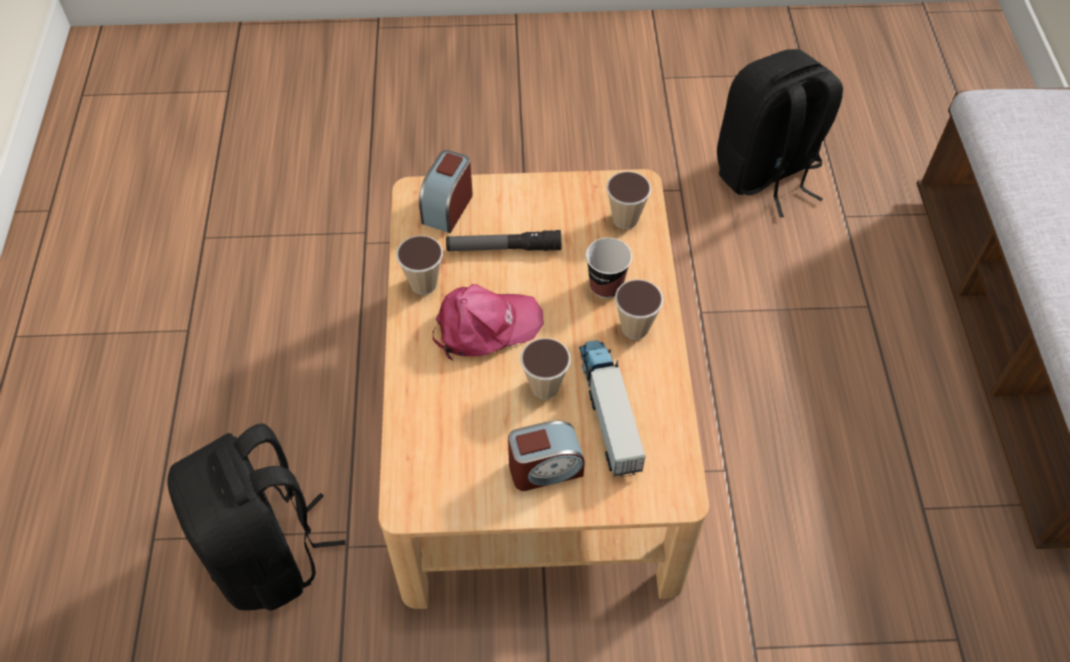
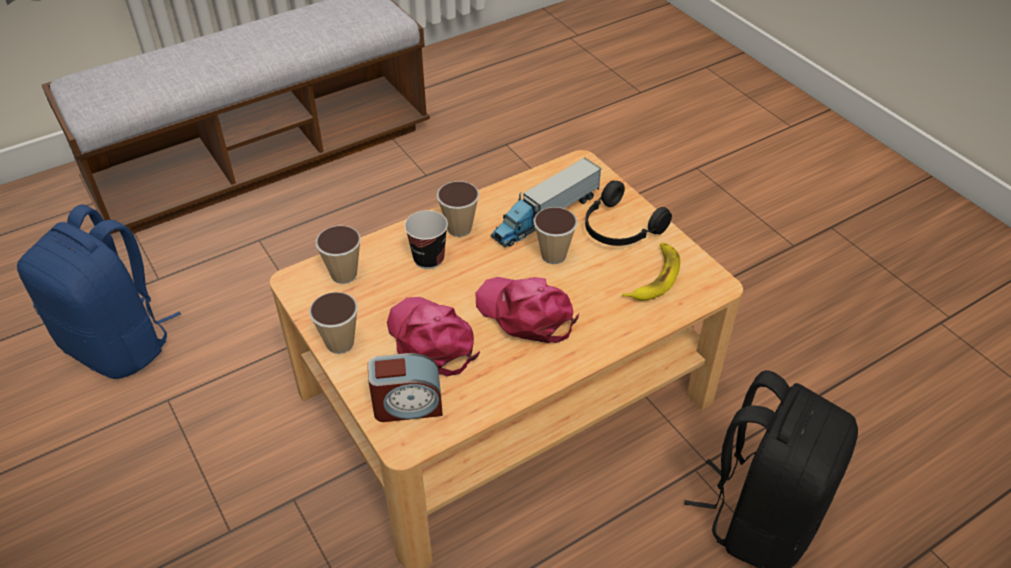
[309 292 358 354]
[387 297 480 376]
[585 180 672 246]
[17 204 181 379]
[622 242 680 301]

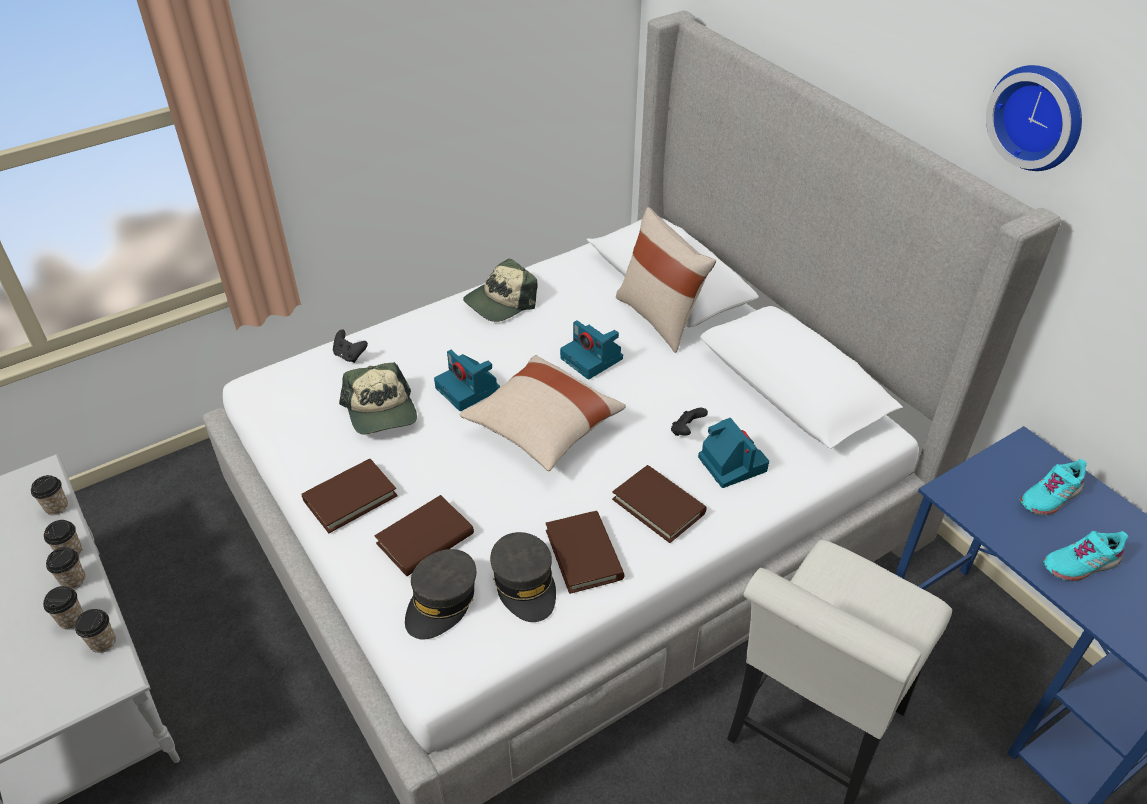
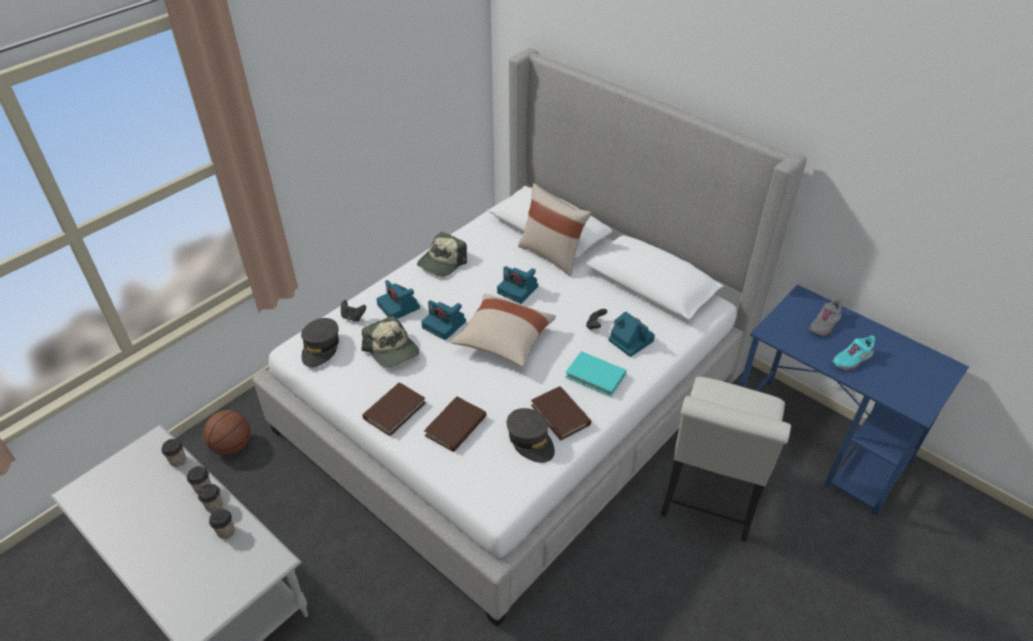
[75 609 115 653] (first image)
[301 318 339 367]
[565 351 626 397]
[986 65 1082 171] (first image)
[809 298 842 336]
[203 410 250 455]
[376 280 420 319]

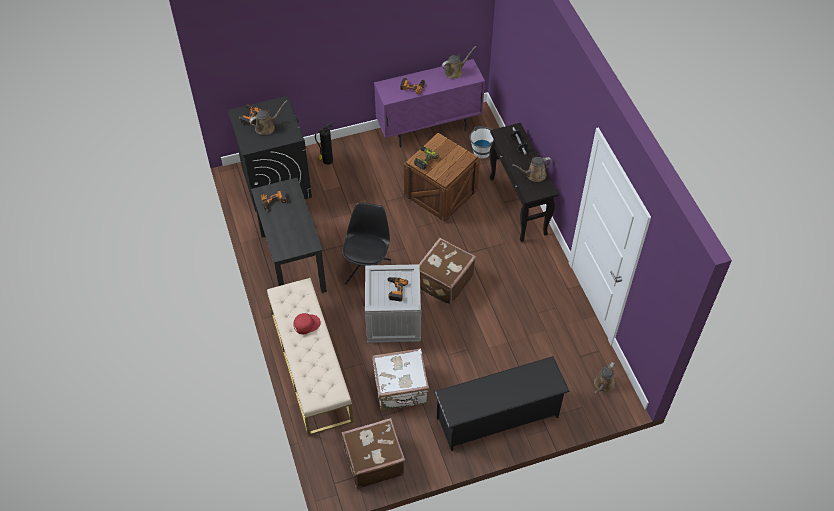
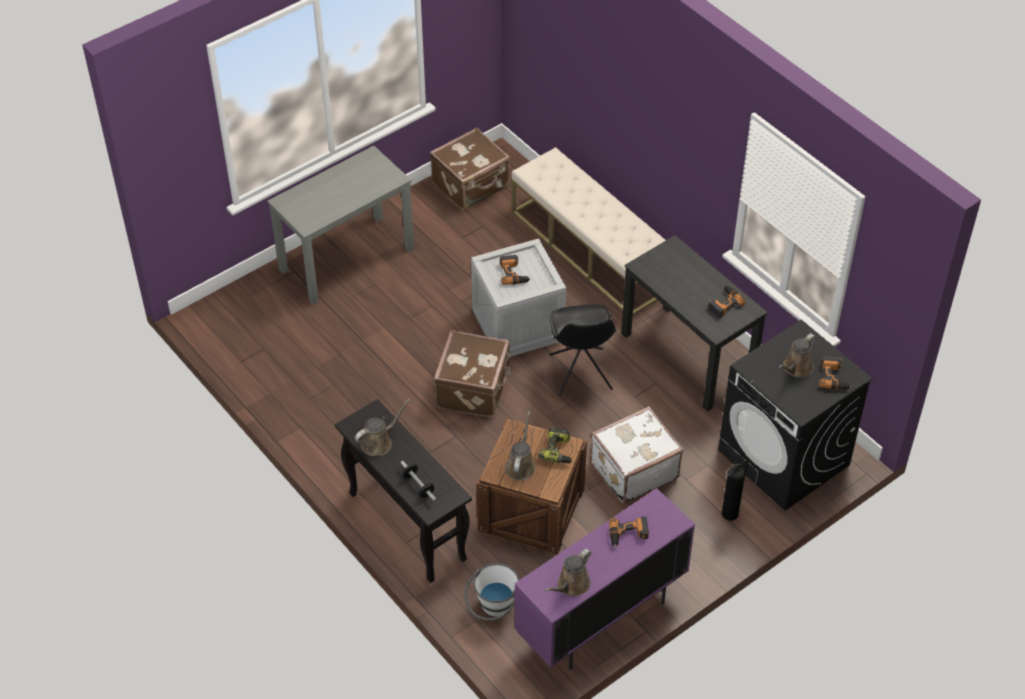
[293 313 321 334] (first image)
[591 406 683 503]
[267 145 414 305]
[505 411 535 481]

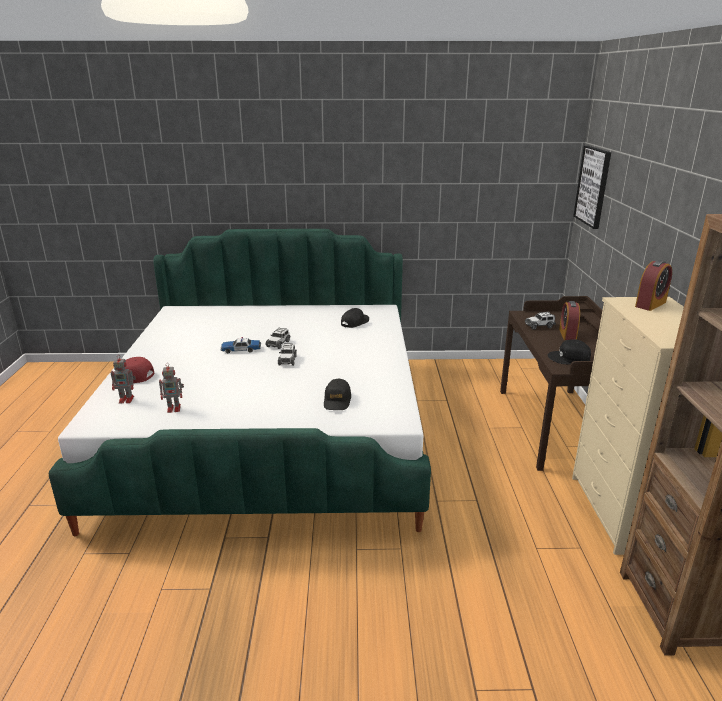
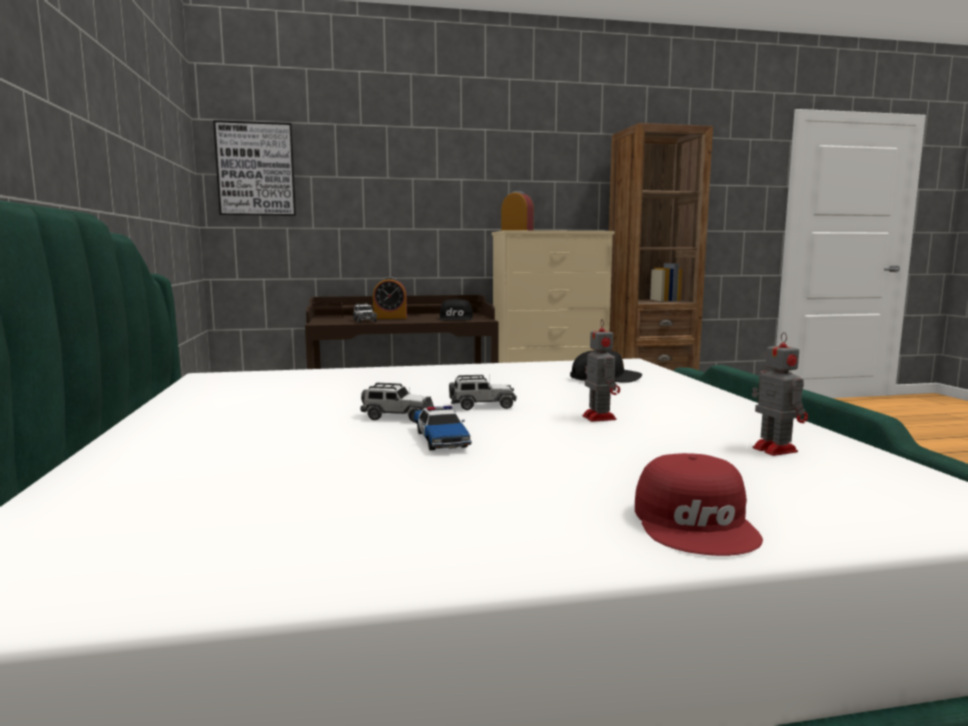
[582 319 620 422]
[341 308 369 328] (first image)

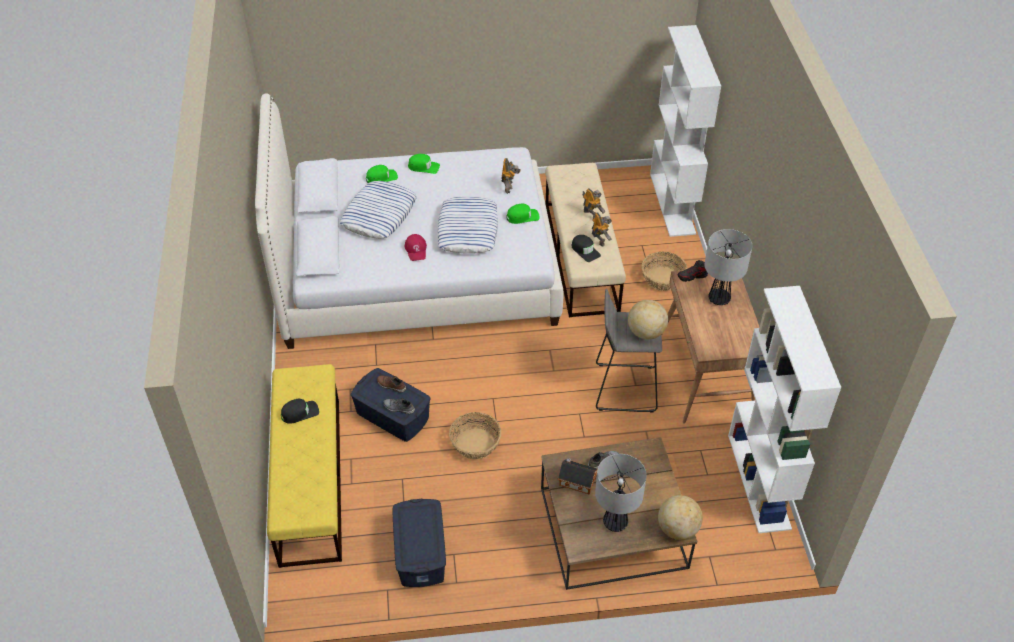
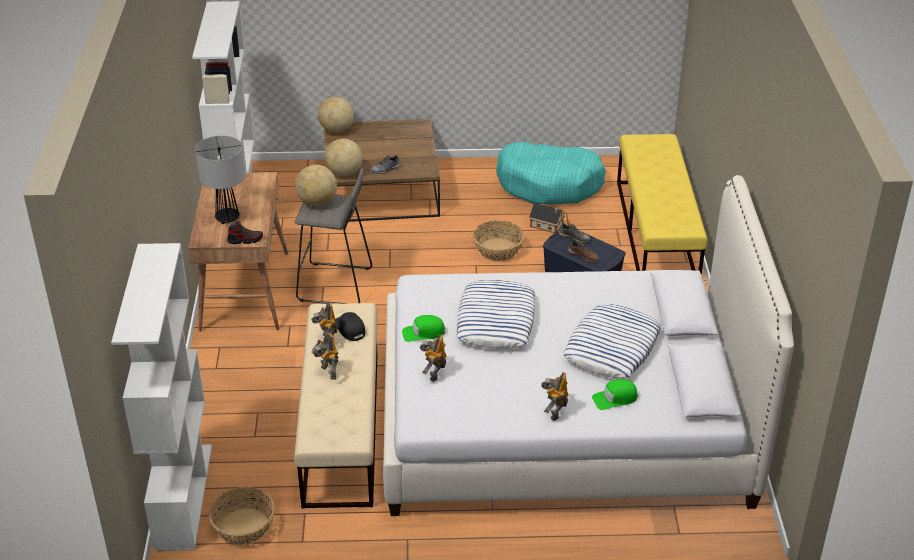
[281 399 319 424] (first image)
[496 142 606 205]
[405 234 427 261] (first image)
[541 372 568 421]
[529 203 565 233]
[595 454 647 532] (first image)
[208 487 275 545]
[324 138 363 177]

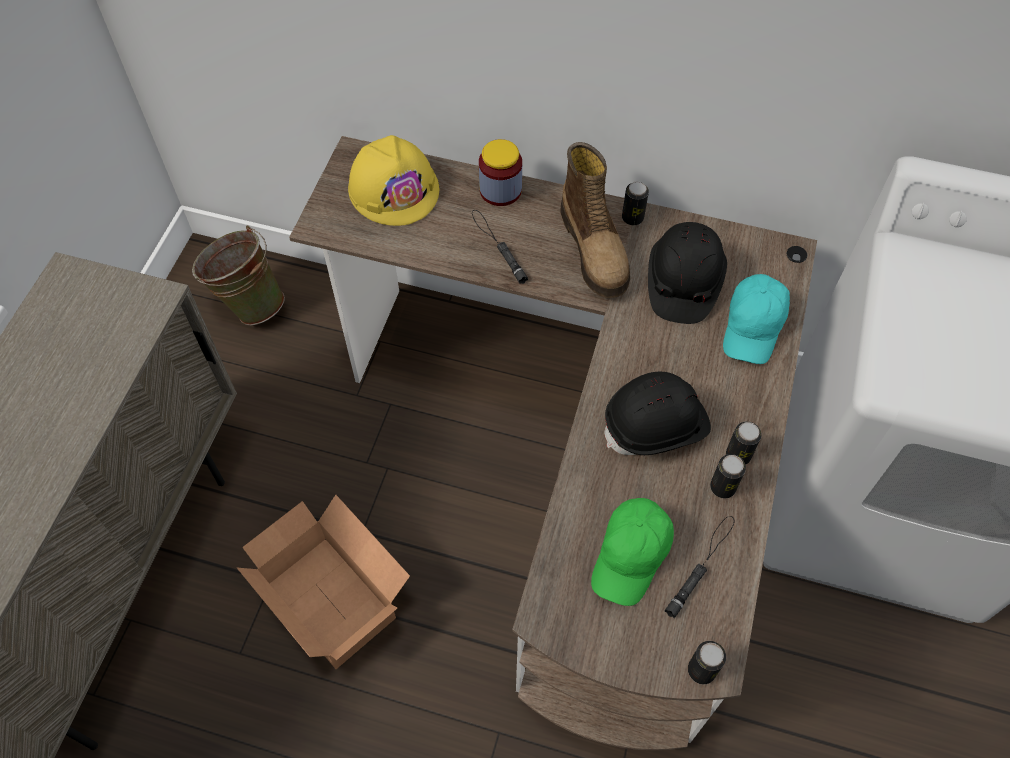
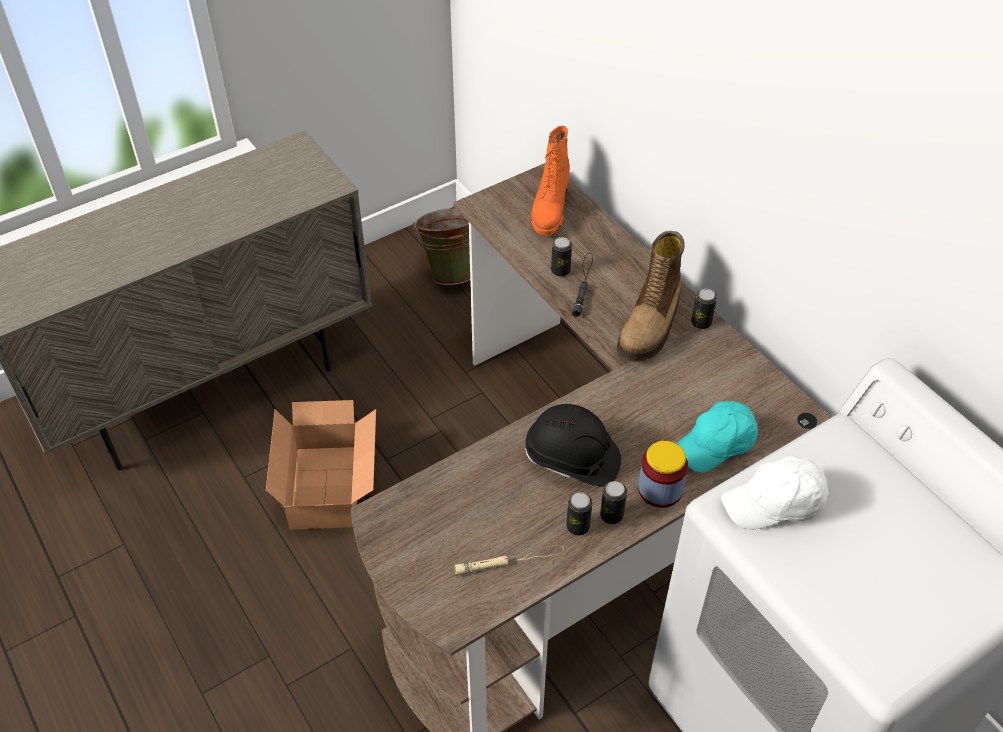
[531 126 570 236]
[638 441 688 508]
[591 498 674 606] (first image)
[648 222 727 324] (first image)
[454 545 564 576]
[551 237 572 277]
[721 455 828 530]

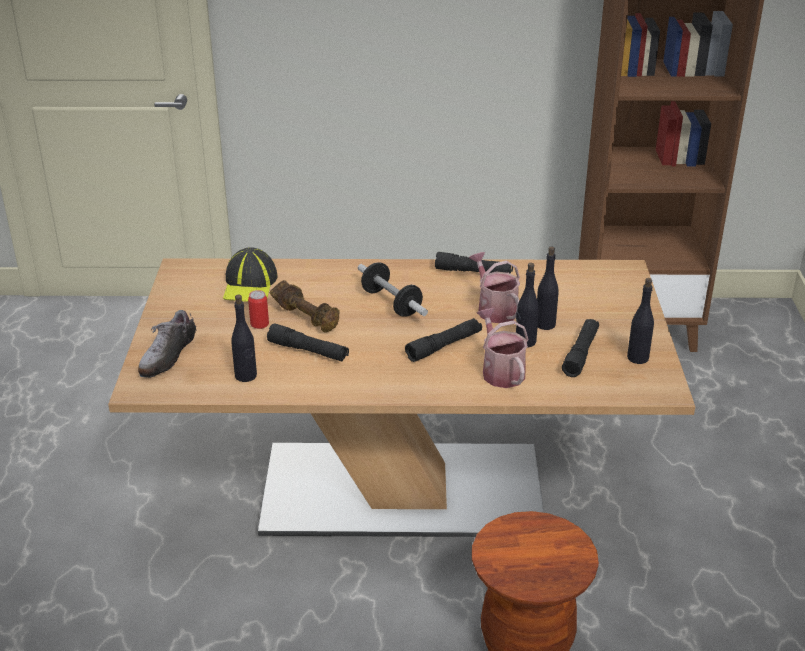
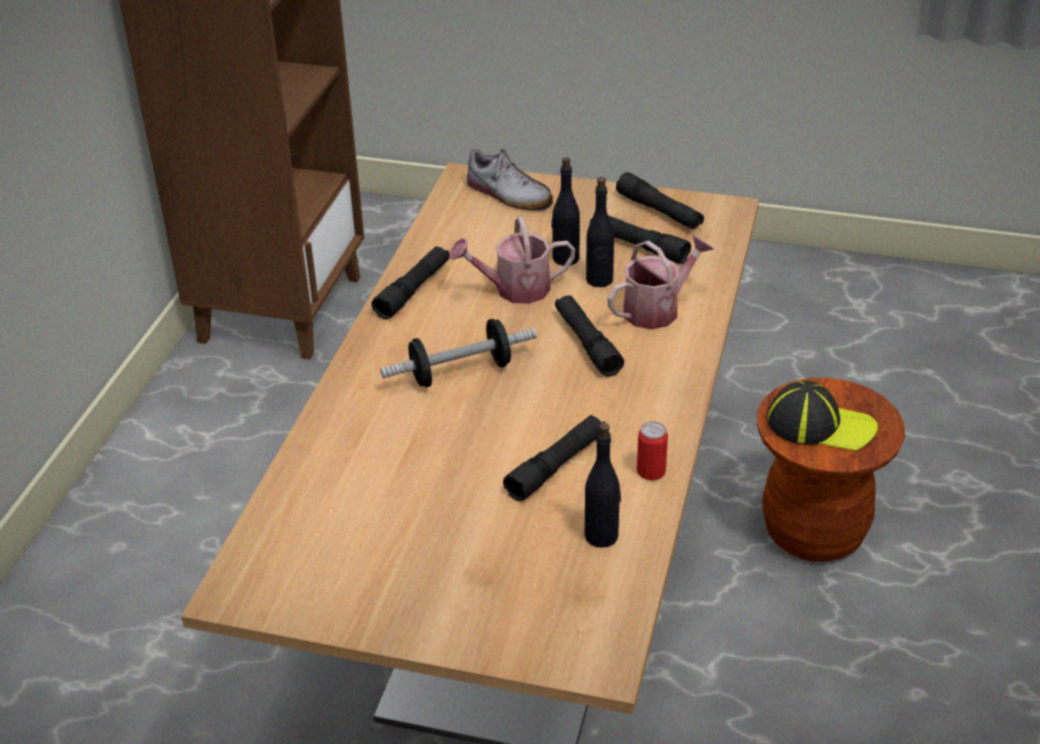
[467 149 553 211]
[767 381 878 451]
[637 421 668 480]
[269 280 340 332] (first image)
[607 235 714 329]
[616 172 704 230]

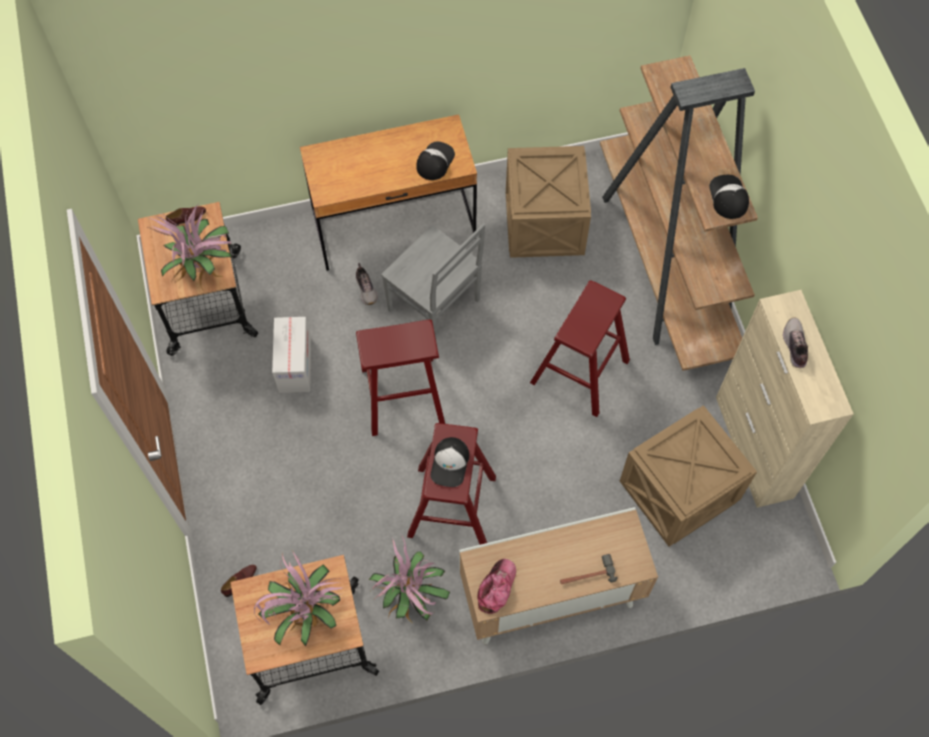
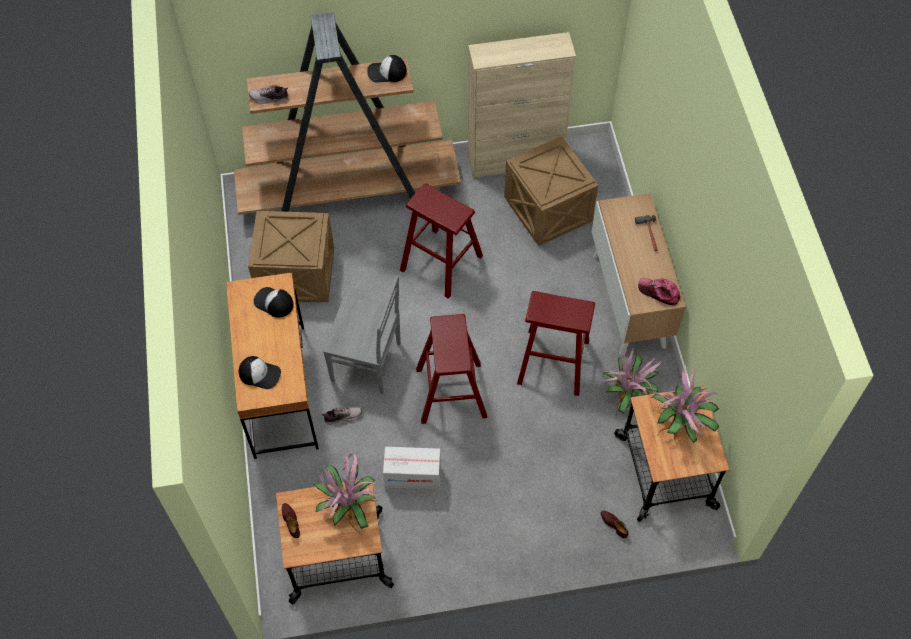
[323 275 401 394]
[239 356 281 389]
[249 85 289 104]

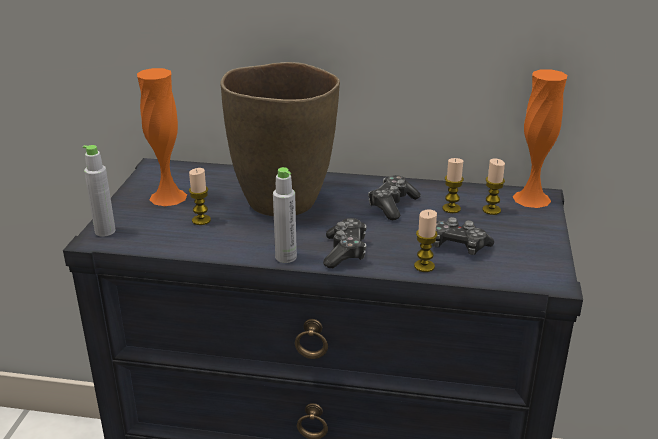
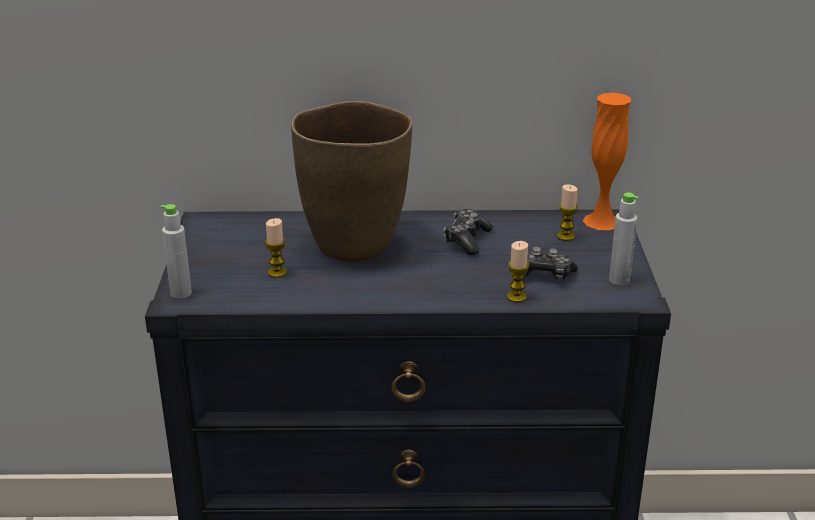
[137 68 187 206] (first image)
[609 192 638 285]
[323 218 367 268] (first image)
[442 158 464 213] (first image)

